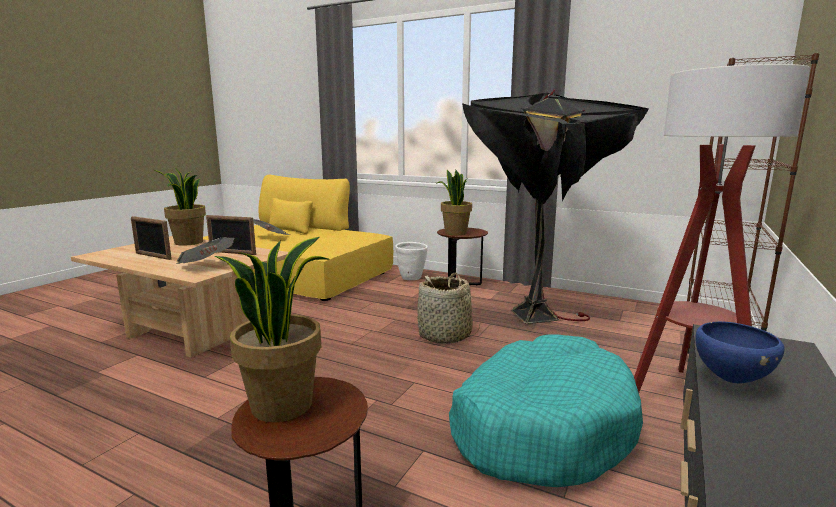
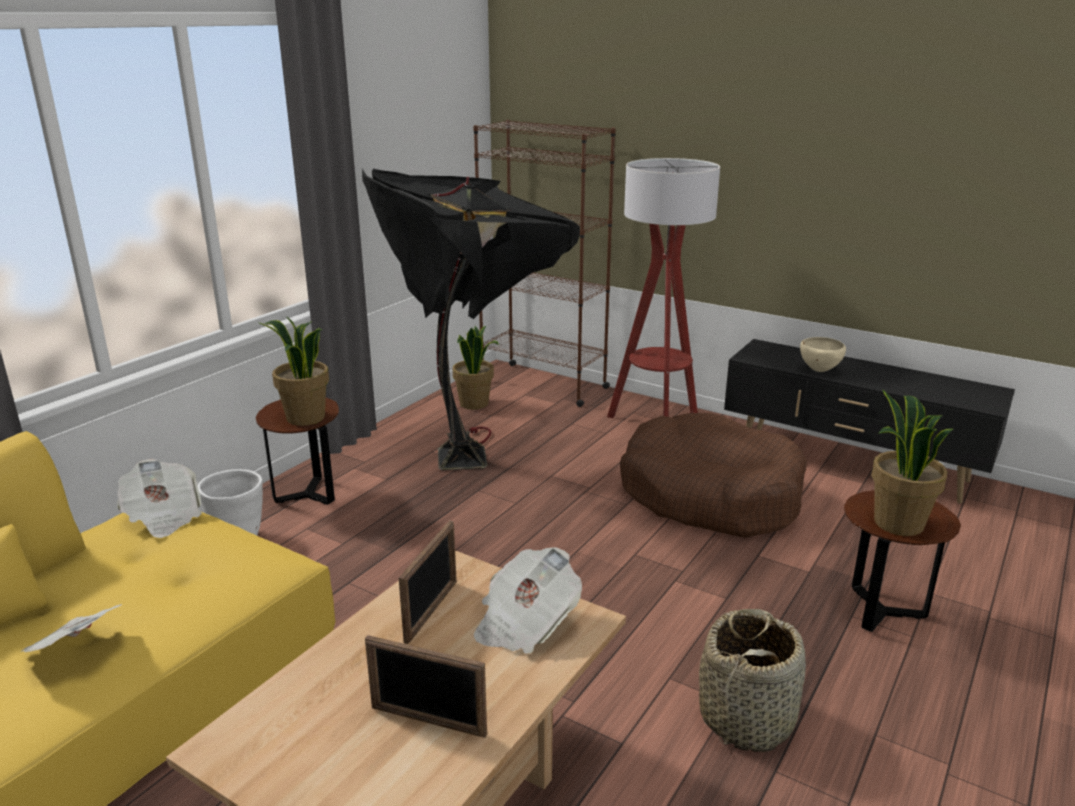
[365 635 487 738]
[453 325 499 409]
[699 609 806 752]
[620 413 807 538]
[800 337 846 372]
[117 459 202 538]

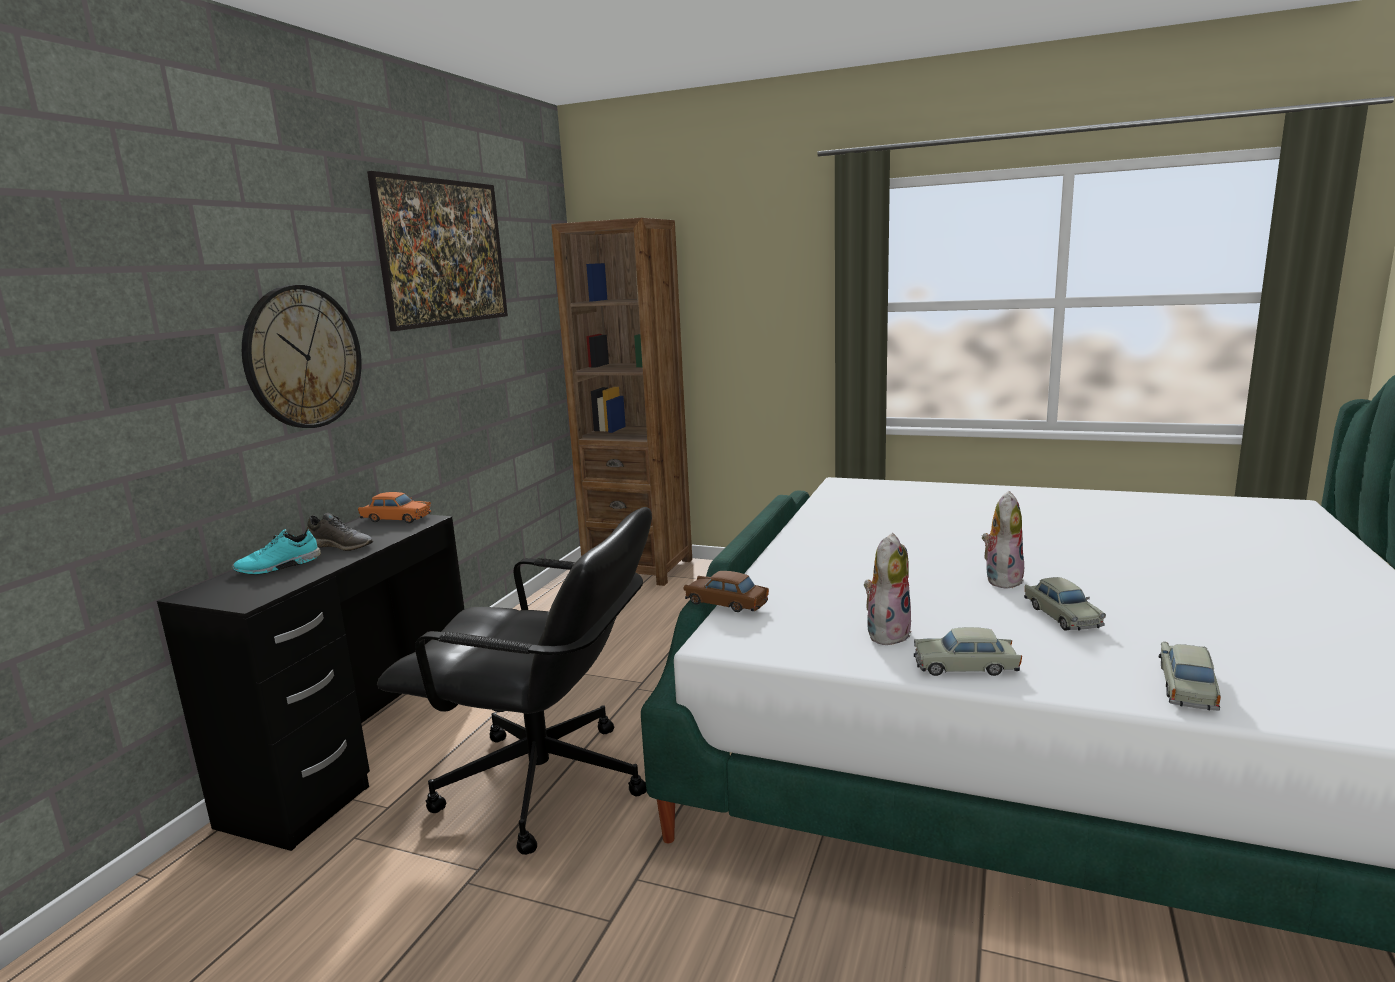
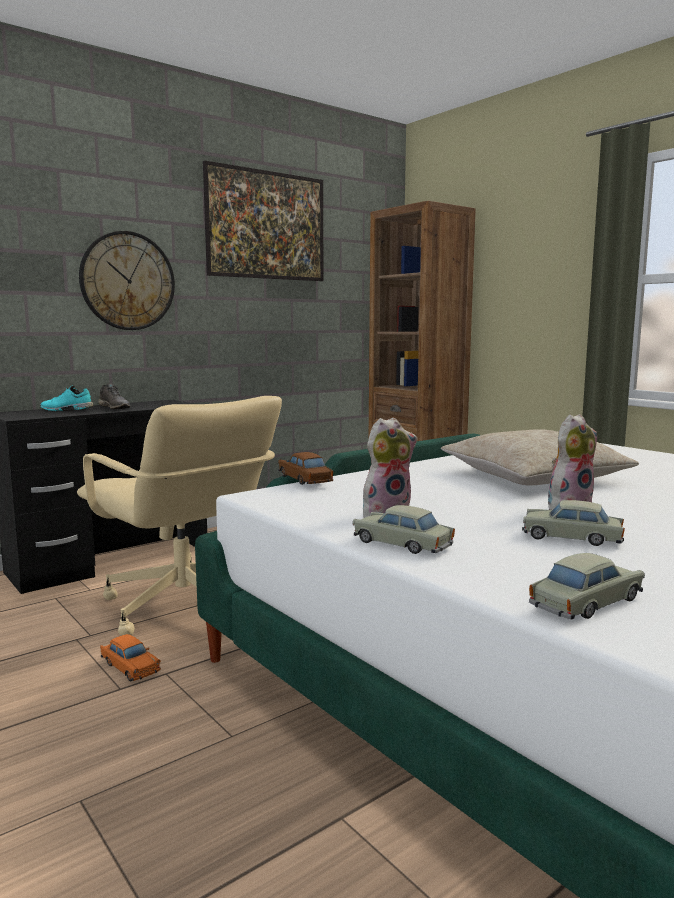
[100 634 161 681]
[77 396 282 636]
[522 500 625 546]
[441 429 639 486]

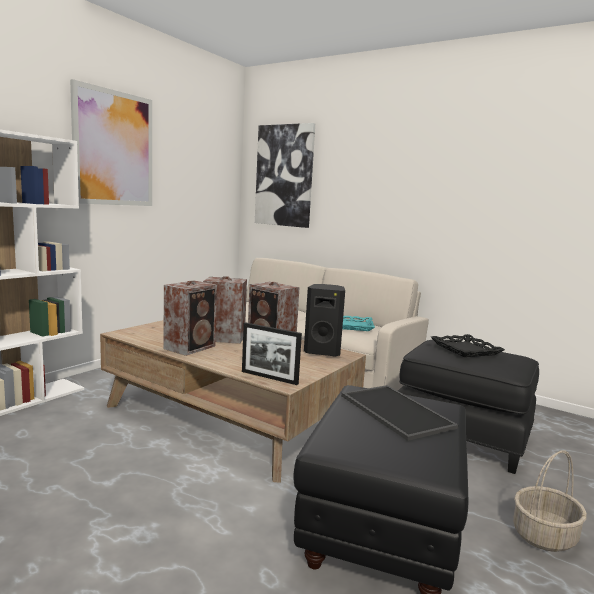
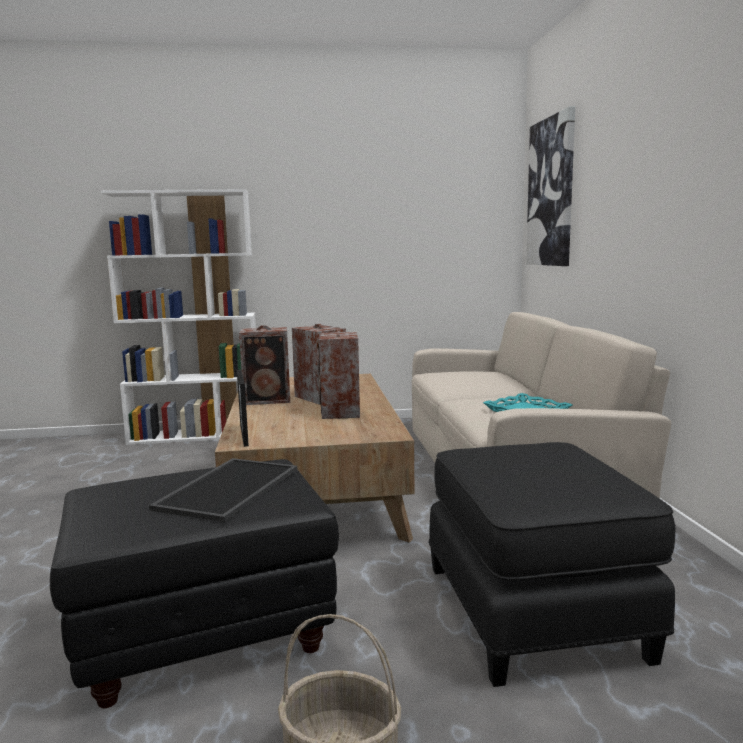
[70 79 152 206] (first image)
[304 284 345 357] (first image)
[431 334 505 357] (first image)

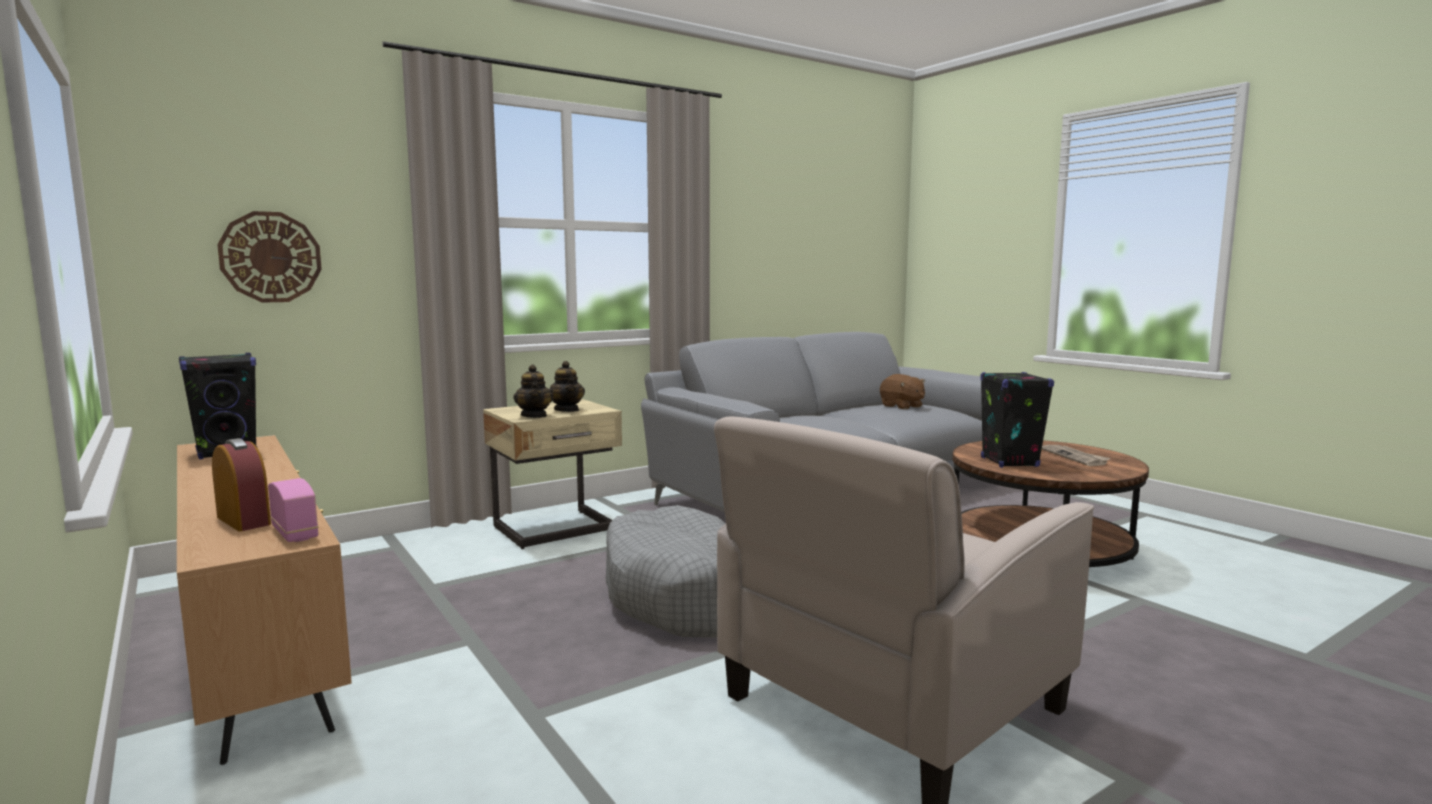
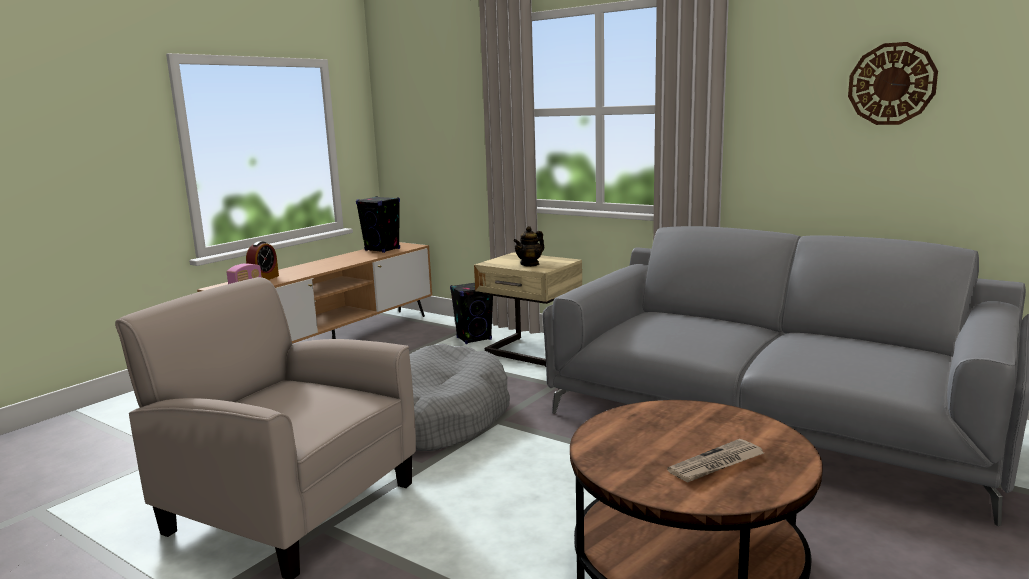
[848 42 938 125]
[513 365 553 418] (first image)
[880 374 925 410] (first image)
[450 283 493 344]

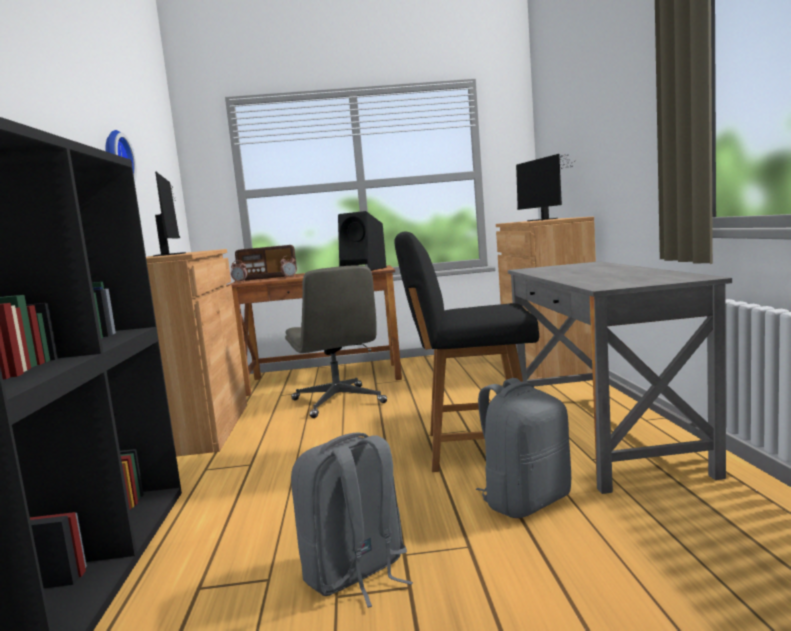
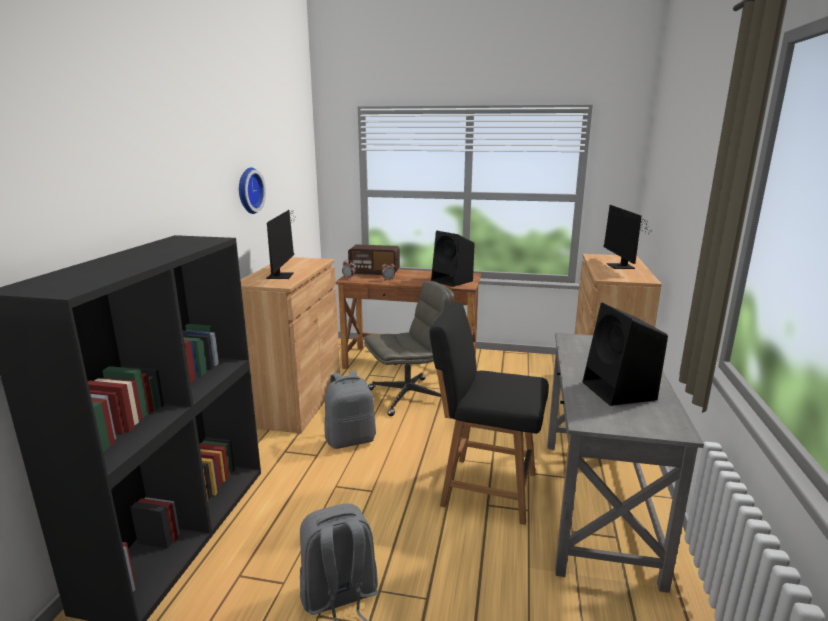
[364 281 454 416]
[324 371 376 449]
[583 303 668 406]

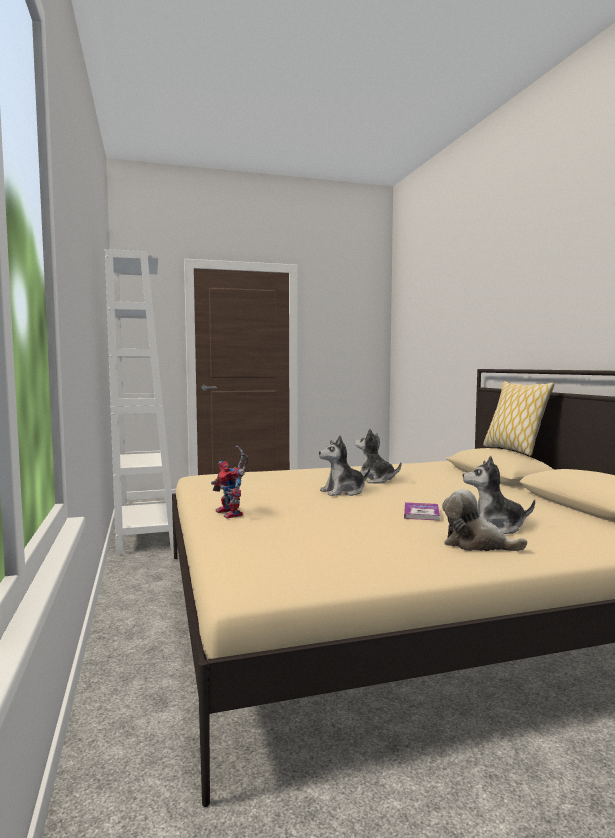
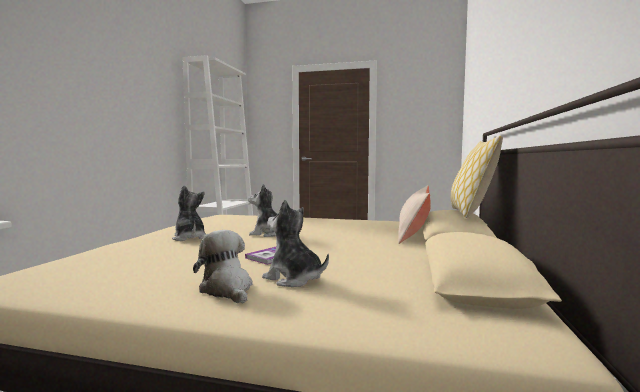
[211 445 248 518] (first image)
[172 186 206 241]
[398 185 431 244]

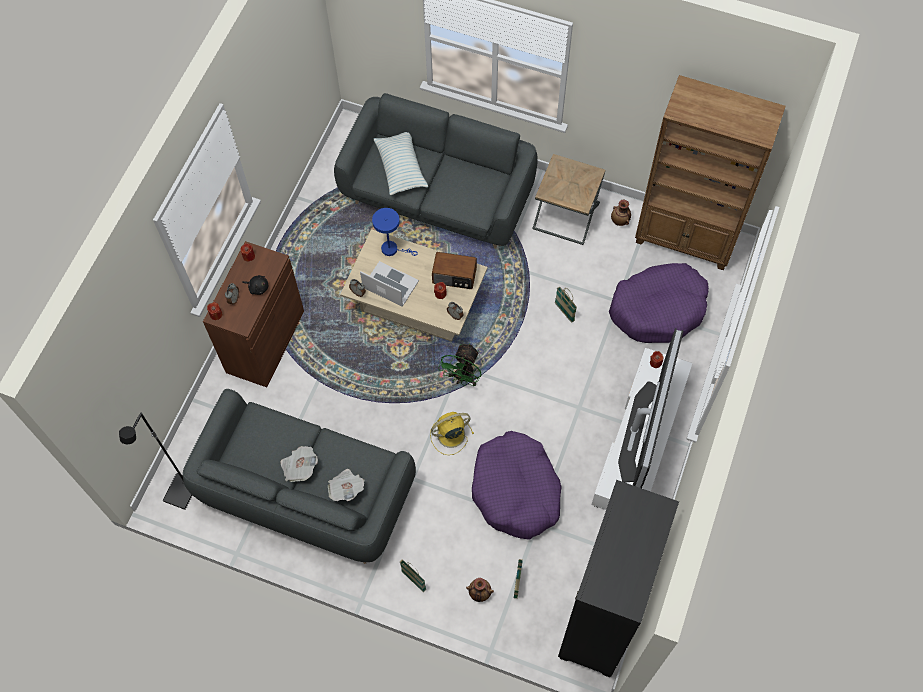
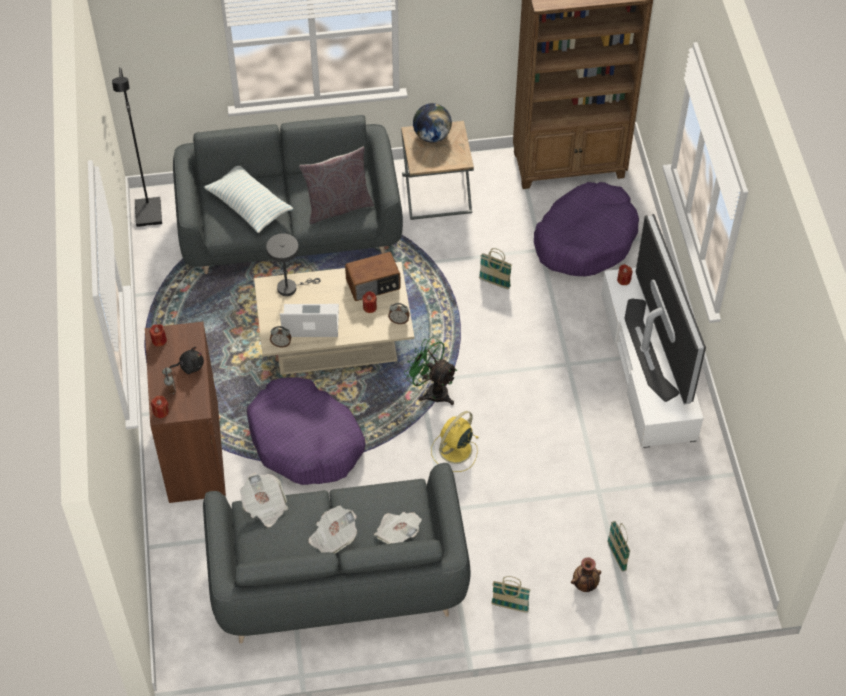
[112 67 162 227]
[266 233 321 296]
[404 337 457 405]
[247 377 366 485]
[558 480 679 677] (first image)
[611 200 631 226] (first image)
[240 473 288 527]
[299 147 374 224]
[413 103 452 142]

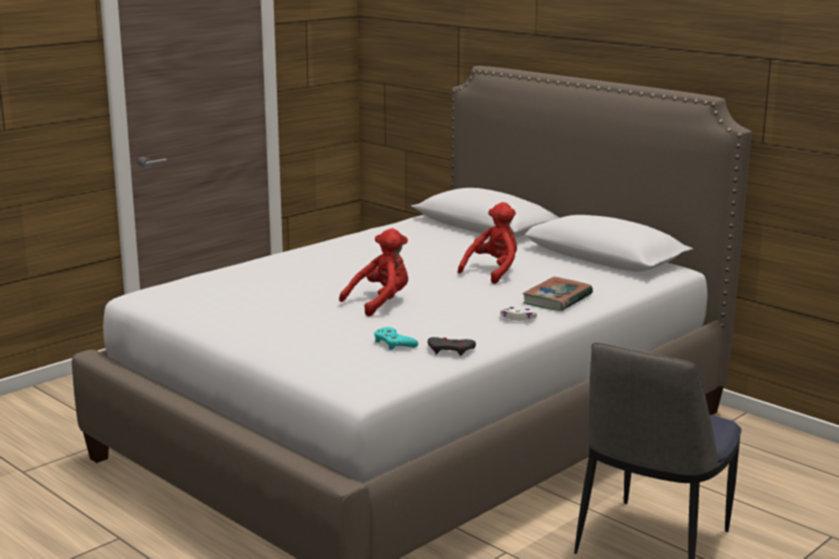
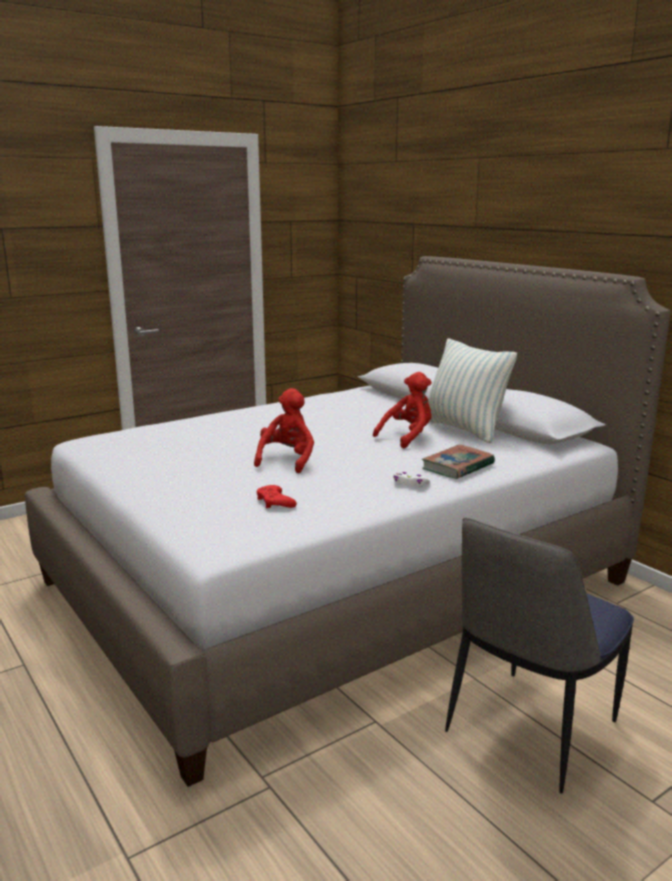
[254 388 314 473]
[257 485 297 508]
[428 337 476 356] (first image)
[428 338 517 443]

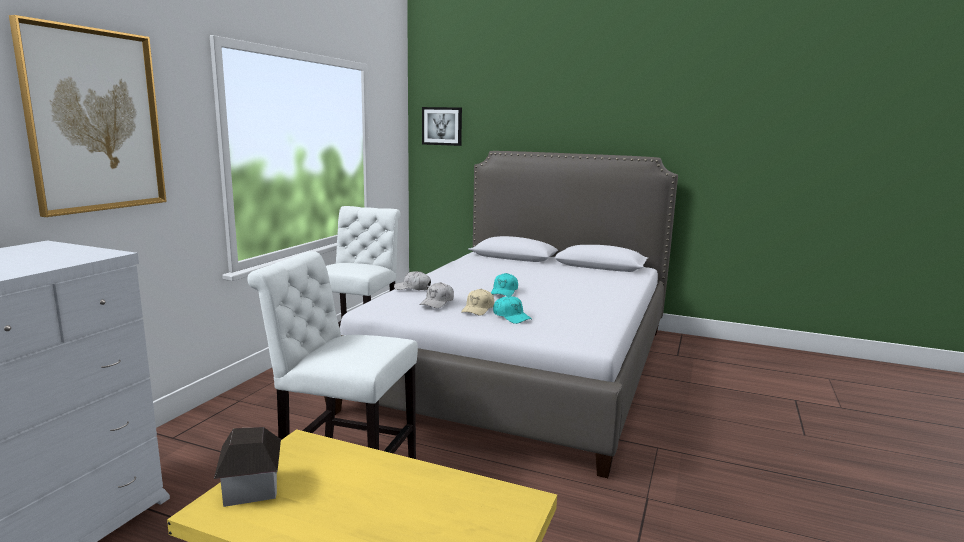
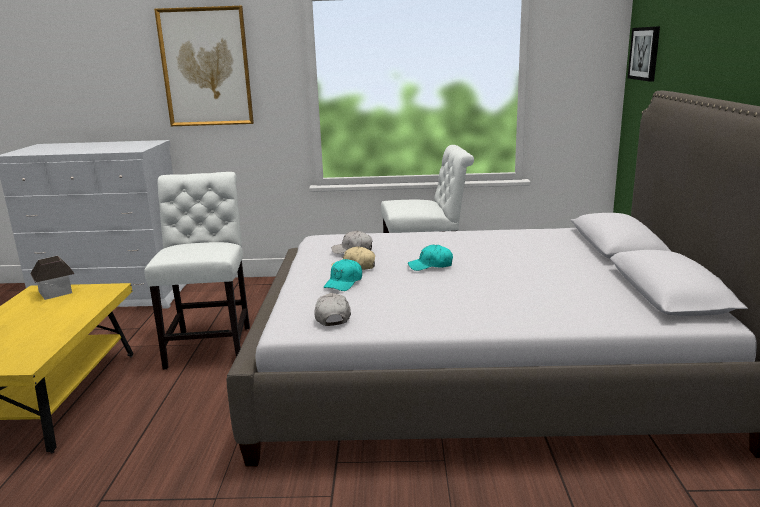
[315 293 351 326]

